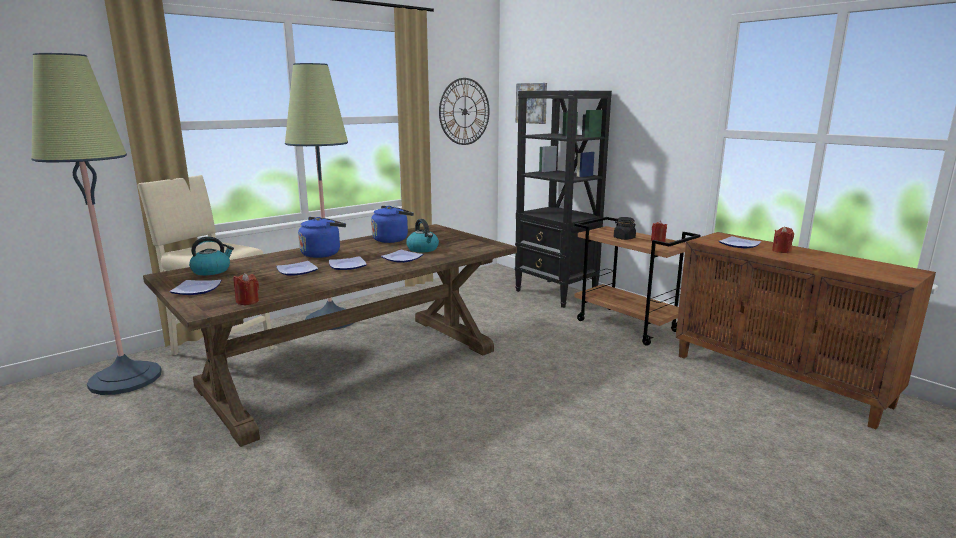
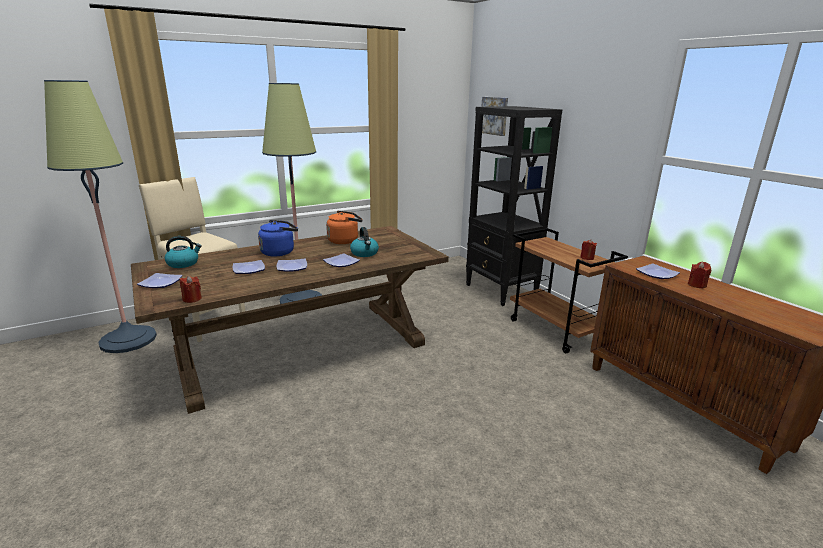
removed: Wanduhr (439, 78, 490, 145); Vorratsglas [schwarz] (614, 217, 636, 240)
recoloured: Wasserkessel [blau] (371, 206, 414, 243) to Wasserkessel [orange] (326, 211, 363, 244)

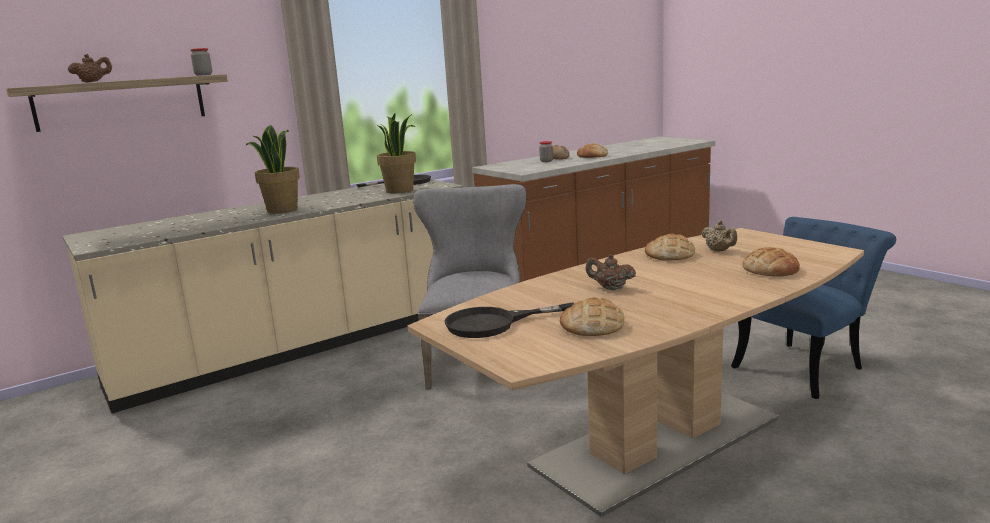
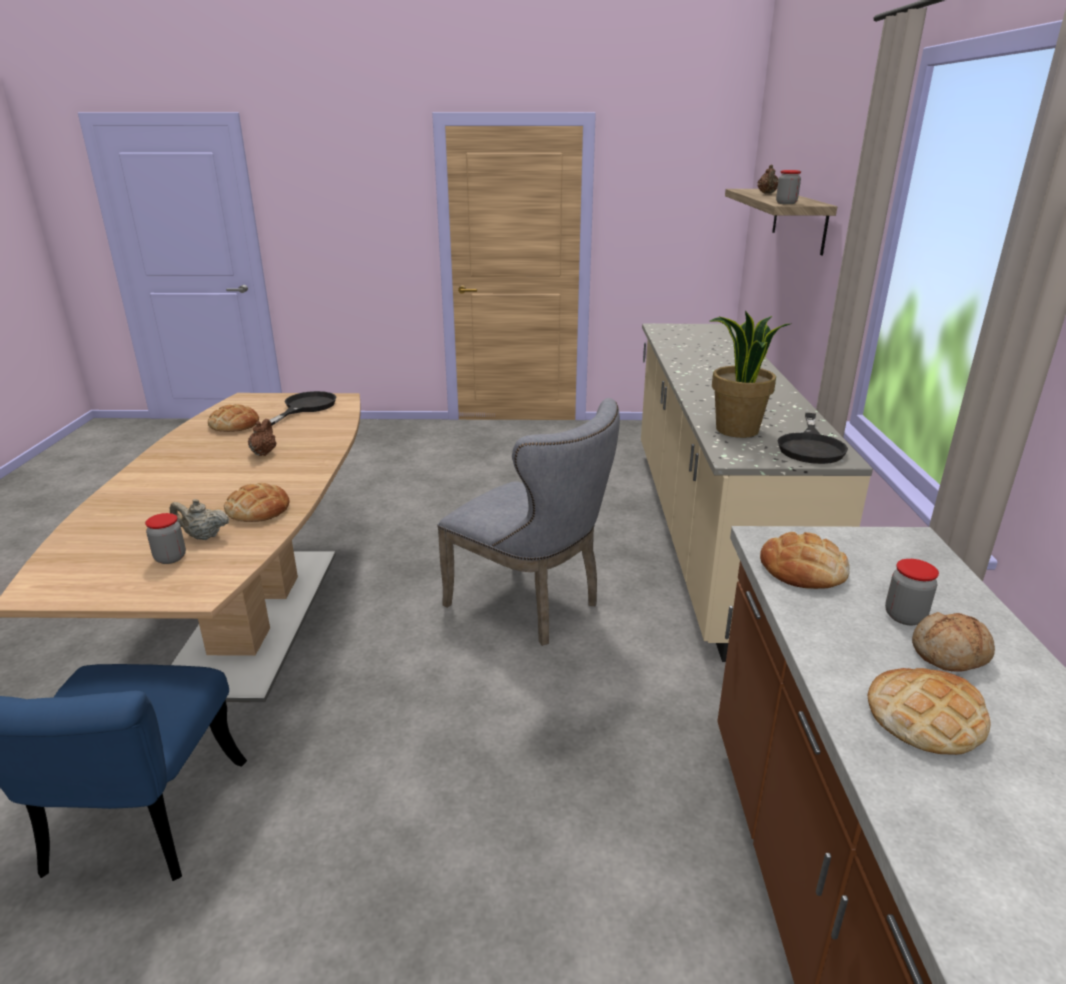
removed: Topfpflanze (246, 125, 300, 214)
added: Vorratsglas (145, 513, 186, 564)
moved: Brot (742, 247, 800, 276) to (760, 532, 850, 589)
turned: Teekanne [braun] (586, 254, 636, 290) = (248, 419, 276, 456) 60 degrees counterclockwise

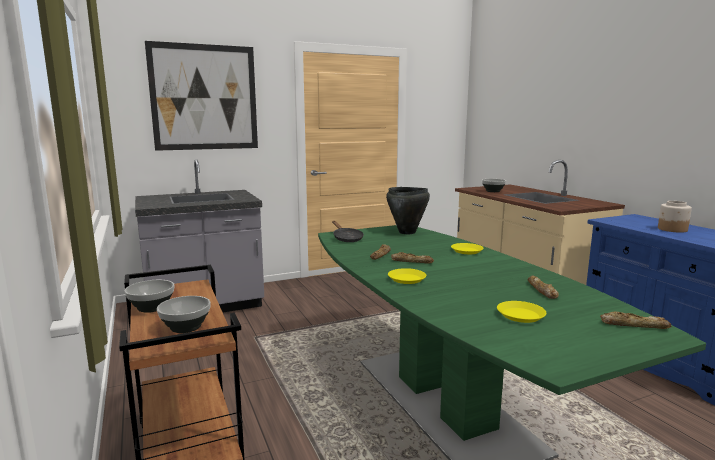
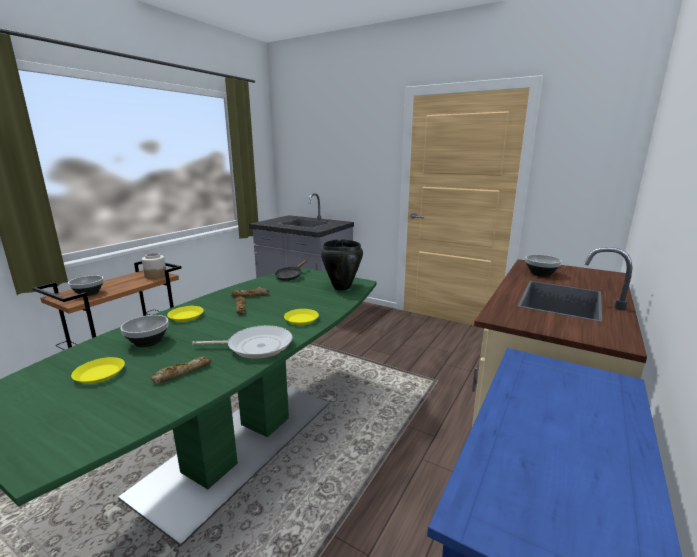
removed: Bild (145, 41, 258, 151); Brot (600, 312, 671, 329)
added: Pfanne (192, 325, 292, 359)
moved: Schüssel (125, 280, 174, 313) to (120, 315, 168, 347); Vorratsglas (658, 201, 692, 233) to (142, 253, 166, 279)

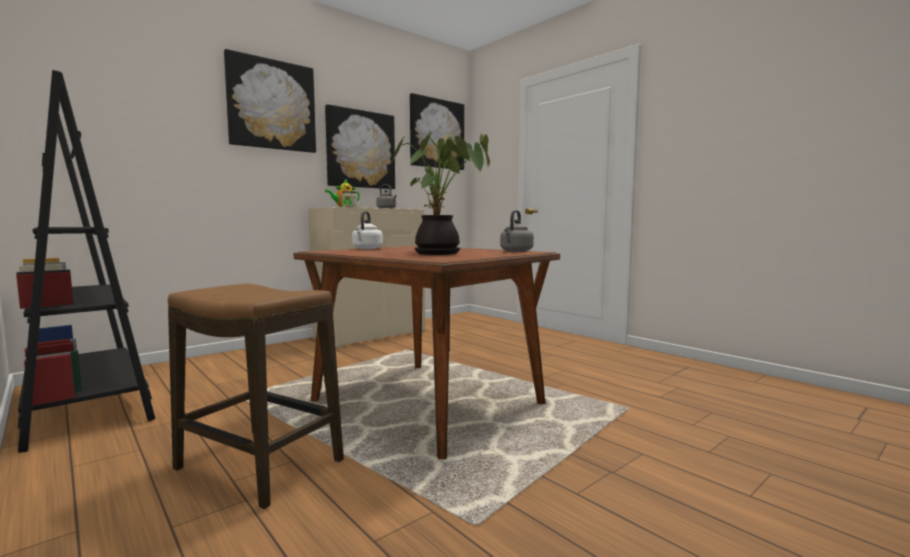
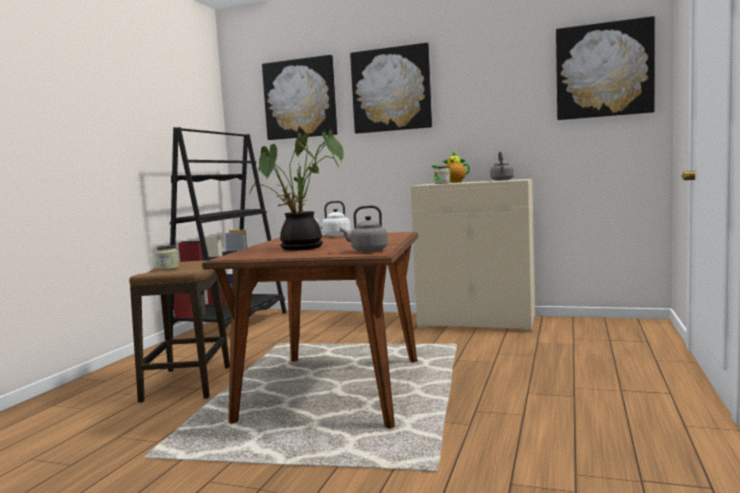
added: Vorratsglas (156, 245, 179, 269)
moved: Bild (325, 104, 395, 189) to (262, 55, 337, 140)

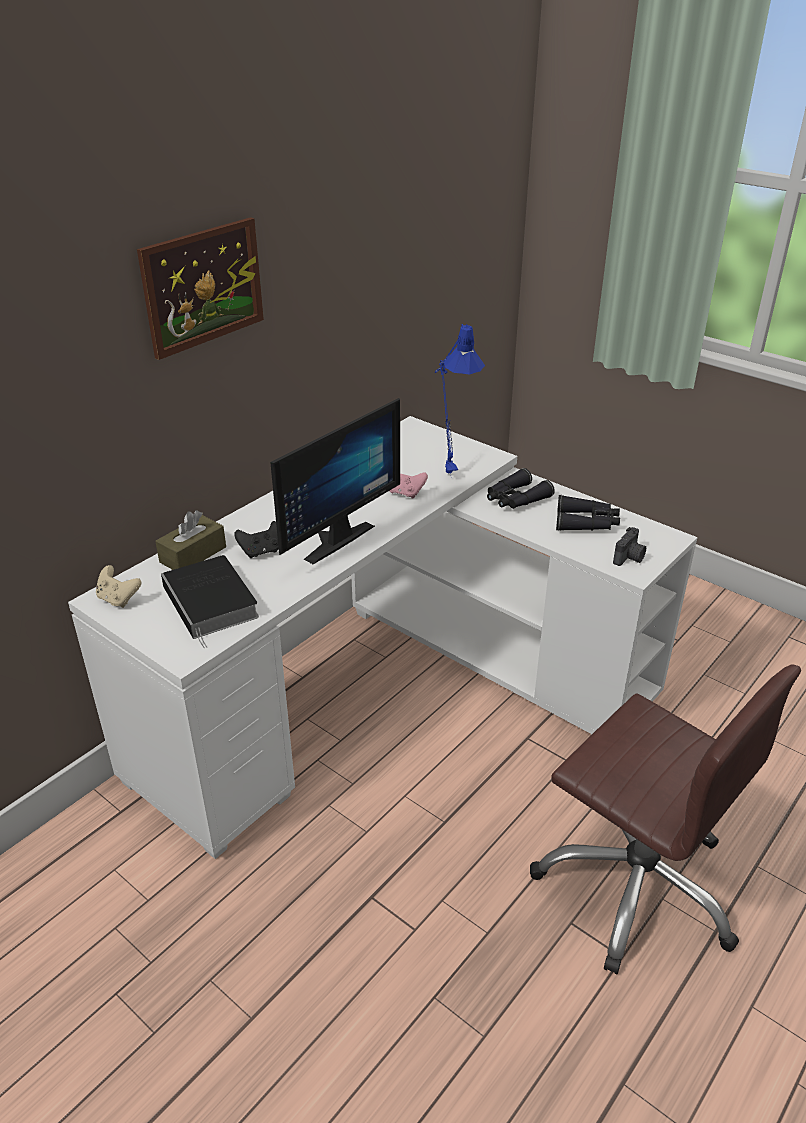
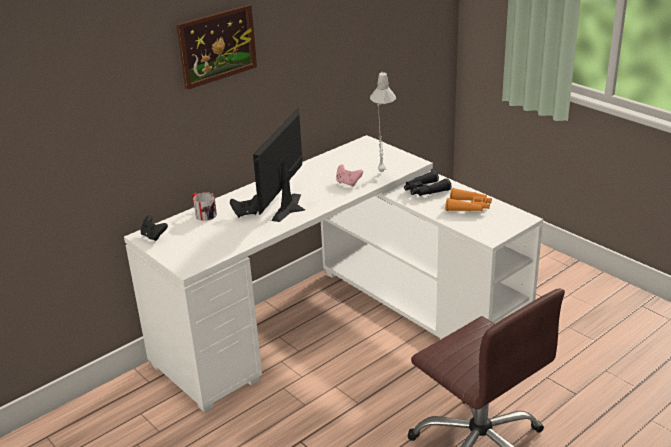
removed: Buch (161, 555, 259, 648); Kamera (613, 527, 646, 566)
replaced: Taschentuchbox [braun] (155, 510, 226, 570) to Henkelbecher (192, 192, 217, 221)
recoloured: Gamepad [beige] (96, 565, 142, 608) to Gamepad [schwarz] (141, 215, 168, 241); Tischlampe [blau] (435, 324, 485, 474) to Tischlampe [grau] (370, 72, 396, 172); Fernglas [schwarz] (556, 495, 620, 531) to Fernglas [orange] (445, 188, 492, 211)
turned: Monitor (270, 398, 400, 564) = (253, 108, 305, 222) 150 degrees clockwise

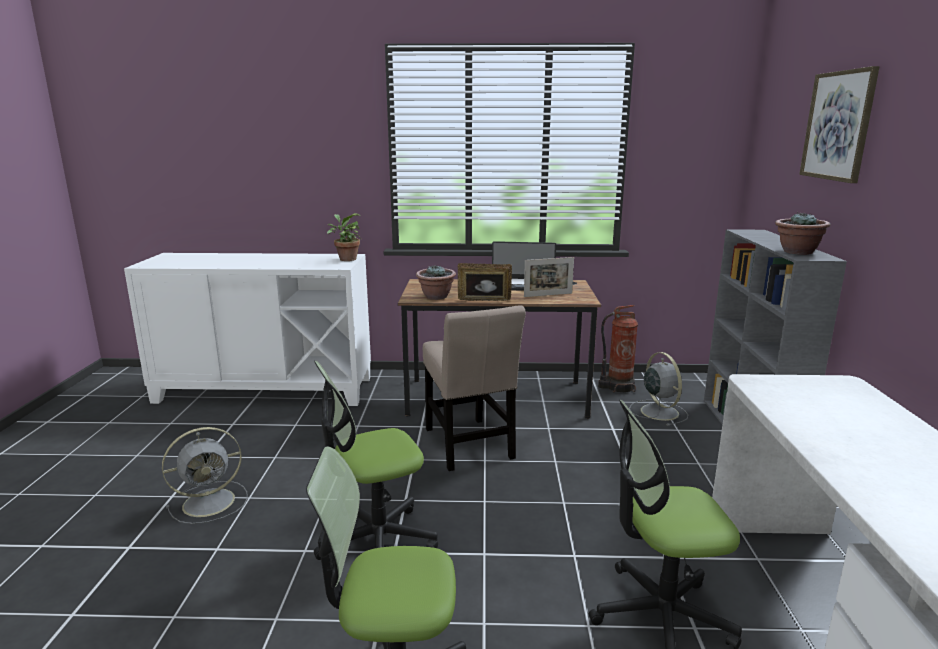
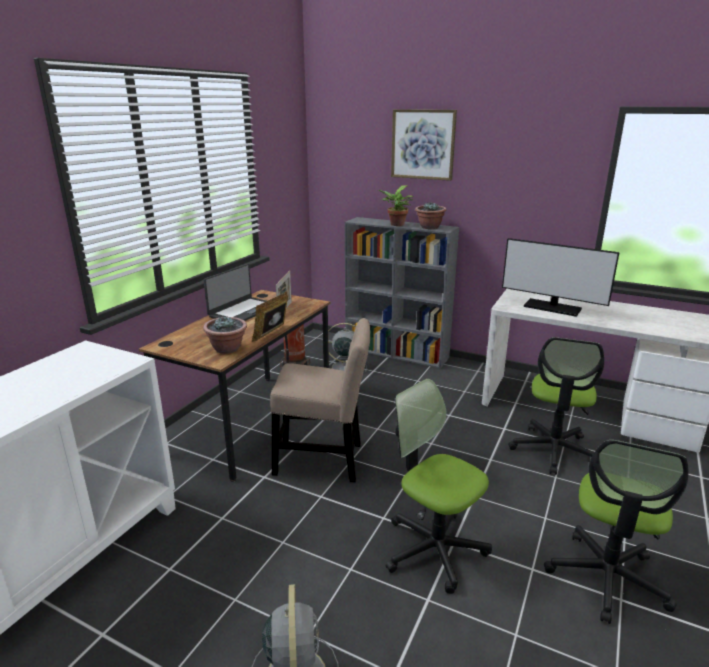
added: Monitor (502, 238, 620, 317)
moved: Topfpflanze (327, 213, 362, 261) to (378, 185, 414, 226)
turned: Bürostuhl (314, 361, 438, 560) = (385, 378, 492, 594) 135 degrees clockwise

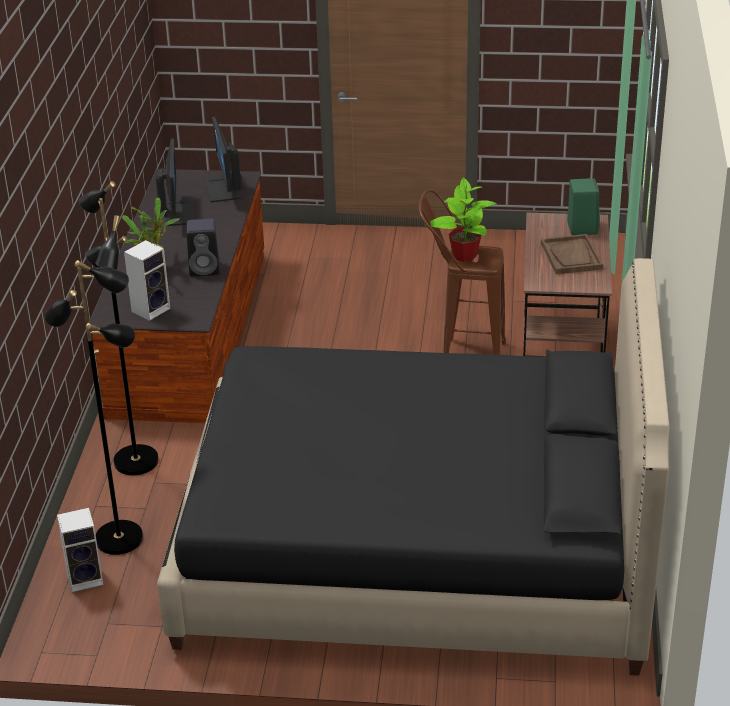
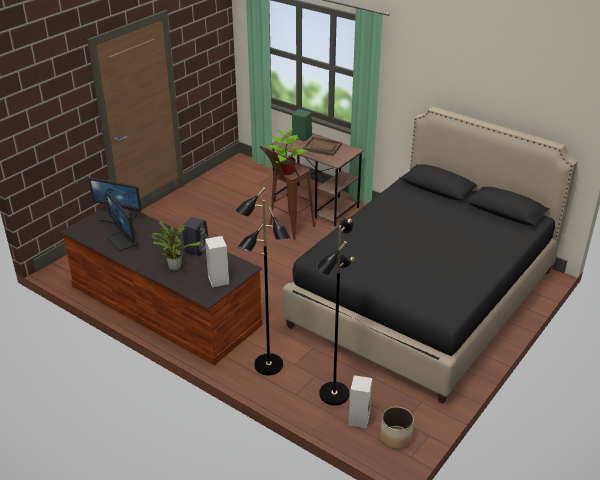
added: Pflanzkübel (380, 407, 414, 449)
turned: Monitor (156, 139, 194, 226) = (105, 192, 138, 251) 150 degrees counterclockwise

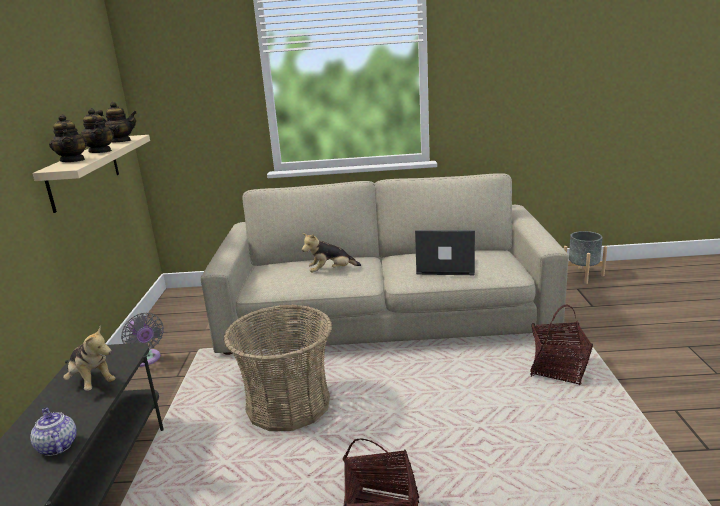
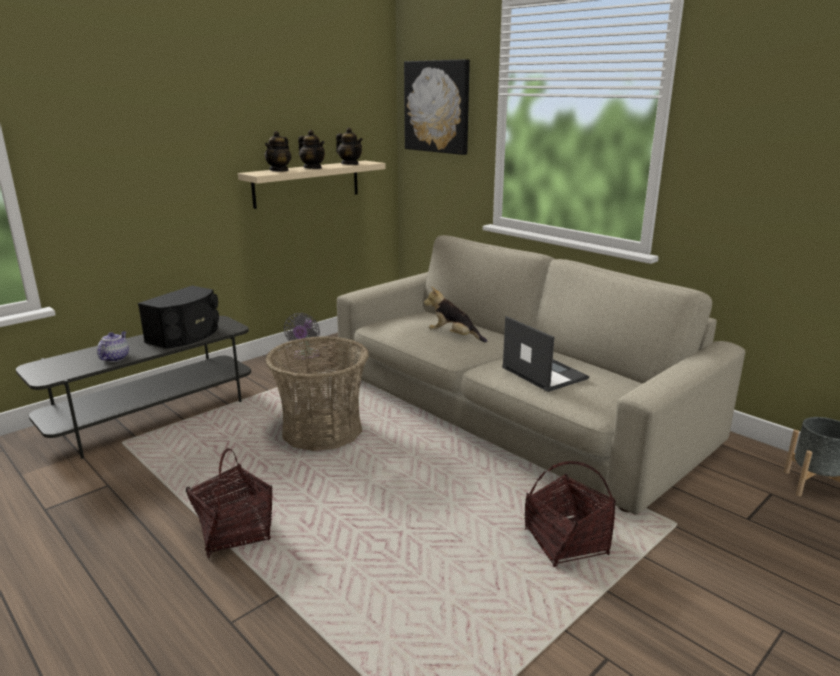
added: Bild (404, 59, 470, 155)
replaced: Plüschtier (63, 326, 115, 391) to Lautsprecher [schwarz] (138, 286, 219, 349)
turned: Teekanne (80, 108, 114, 153) = (298, 130, 325, 169) 60 degrees counterclockwise

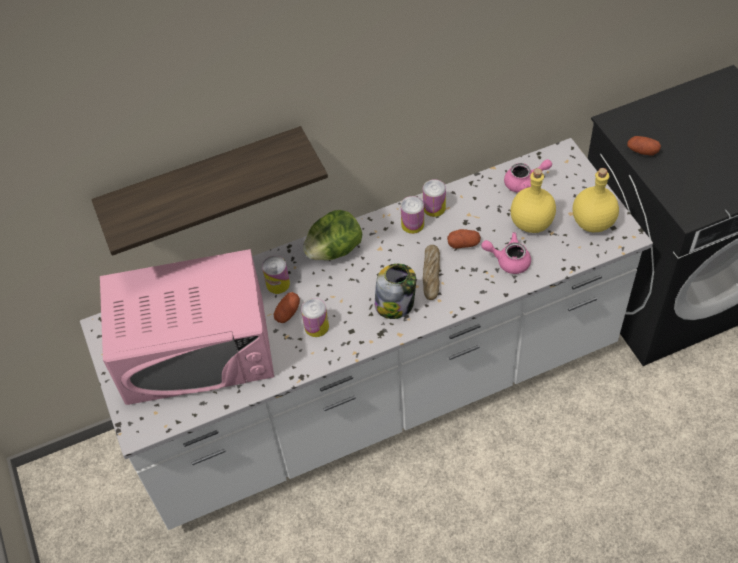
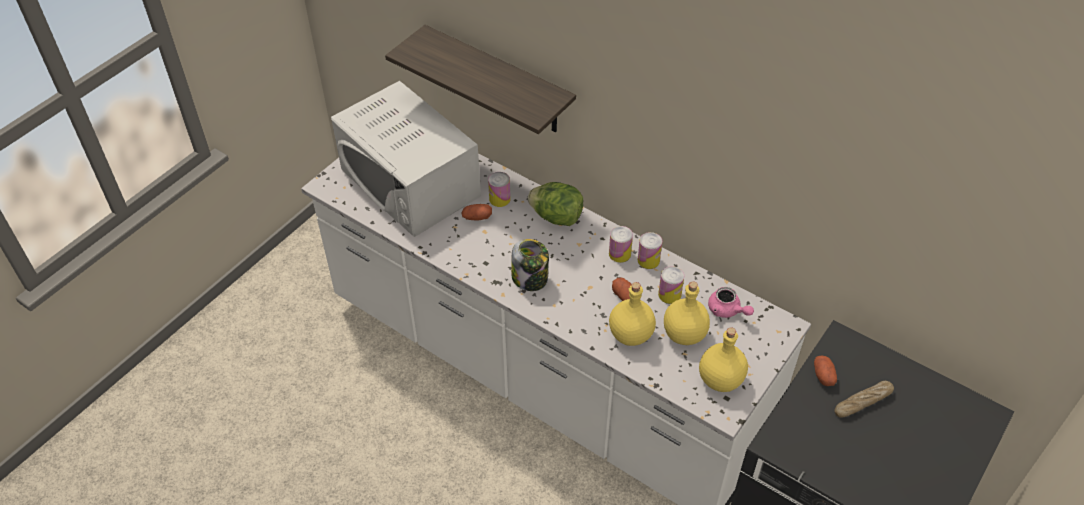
moved: Dose (301, 298, 329, 337) to (658, 266, 684, 304); Brot (423, 245, 440, 300) to (834, 381, 894, 418)
replaced: Teekanne [rosa] (481, 232, 531, 274) to Flasche [gelb] (609, 282, 656, 346)
recoloured: Mikrowelle [rosa] (100, 249, 274, 405) to Mikrowelle [weiß] (331, 81, 481, 237)

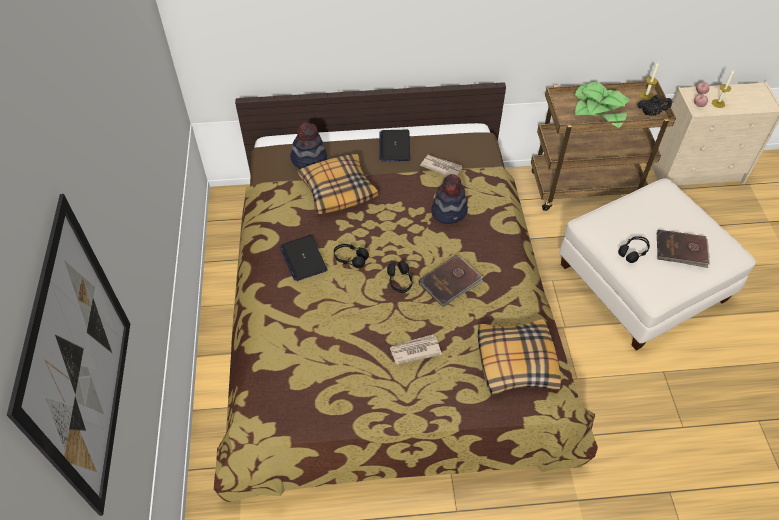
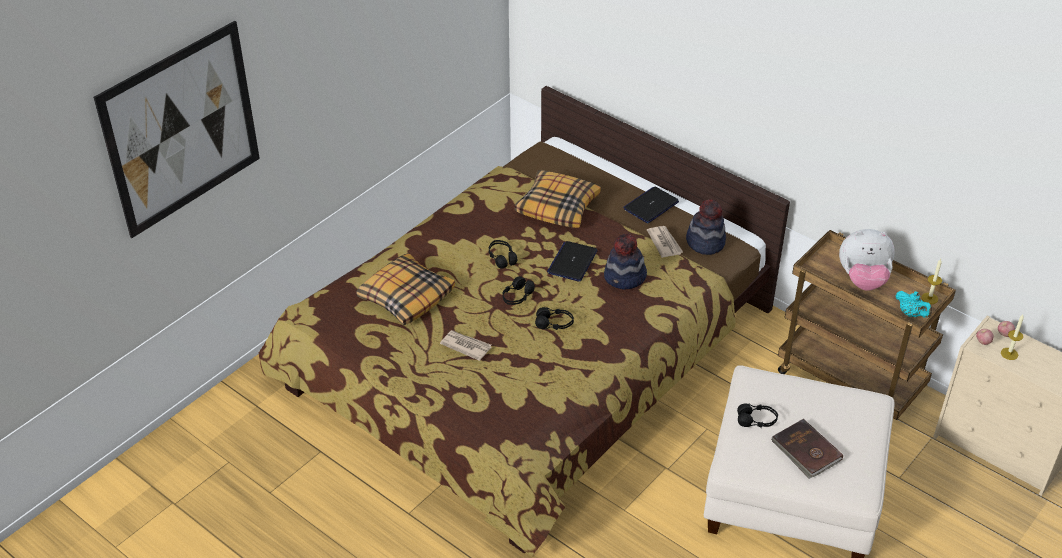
moved: Laptop (280, 235, 328, 281) to (547, 241, 598, 282); Hut (290, 122, 327, 169) to (686, 199, 726, 255); Kissen (478, 319, 561, 395) to (356, 253, 455, 325)
replaced: Buch [braun] (419, 255, 483, 307) to Kopfhörer [schwarz] (535, 307, 574, 330); Topfpflanze (575, 82, 630, 128) to Plüschtier (839, 229, 895, 291)
recoloured: Teekanne [schwarz] (637, 95, 672, 116) to Teekanne [türkis] (896, 291, 932, 318)

